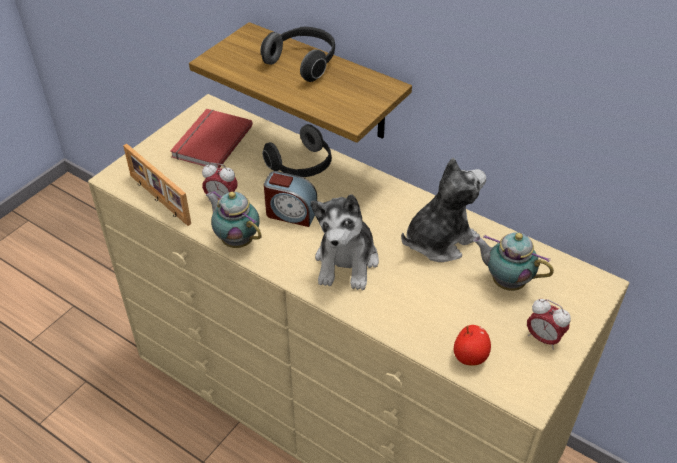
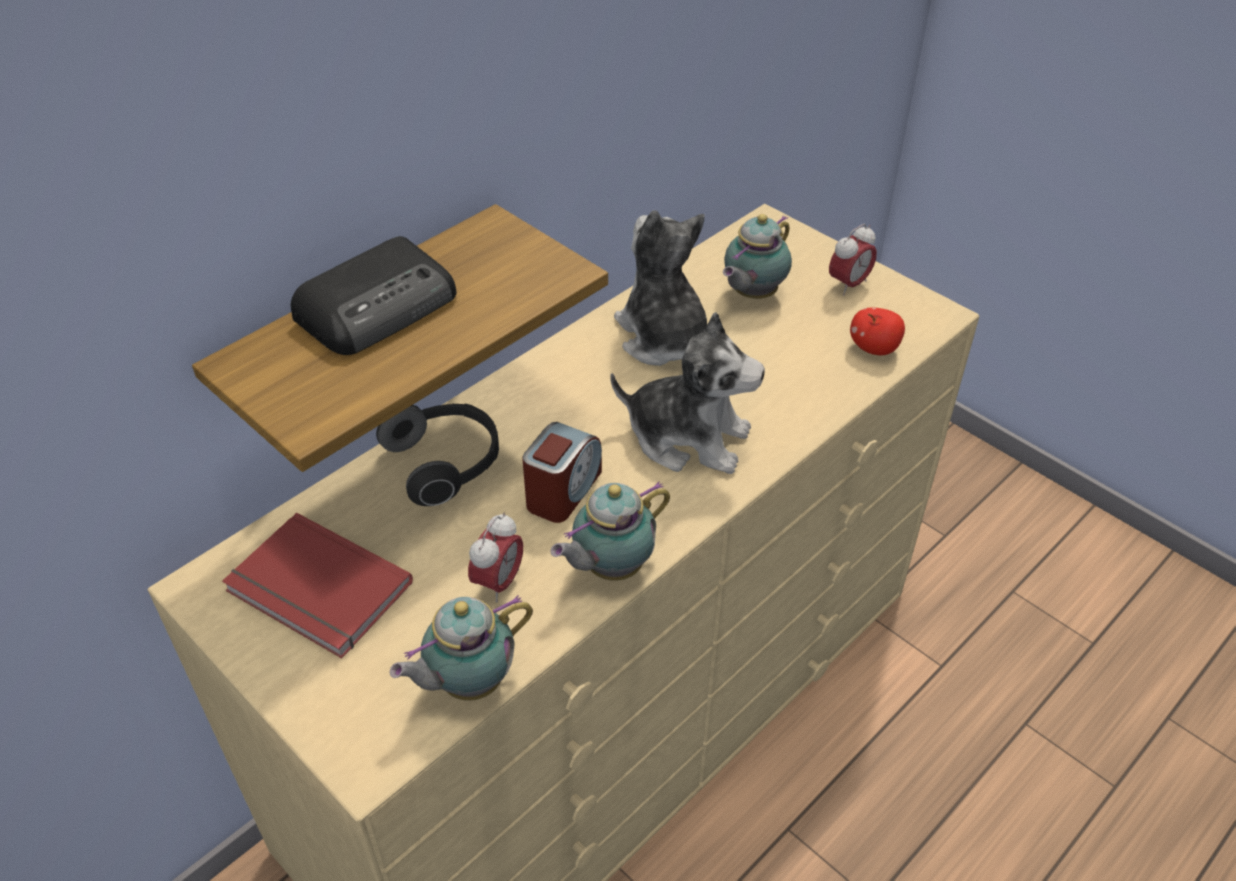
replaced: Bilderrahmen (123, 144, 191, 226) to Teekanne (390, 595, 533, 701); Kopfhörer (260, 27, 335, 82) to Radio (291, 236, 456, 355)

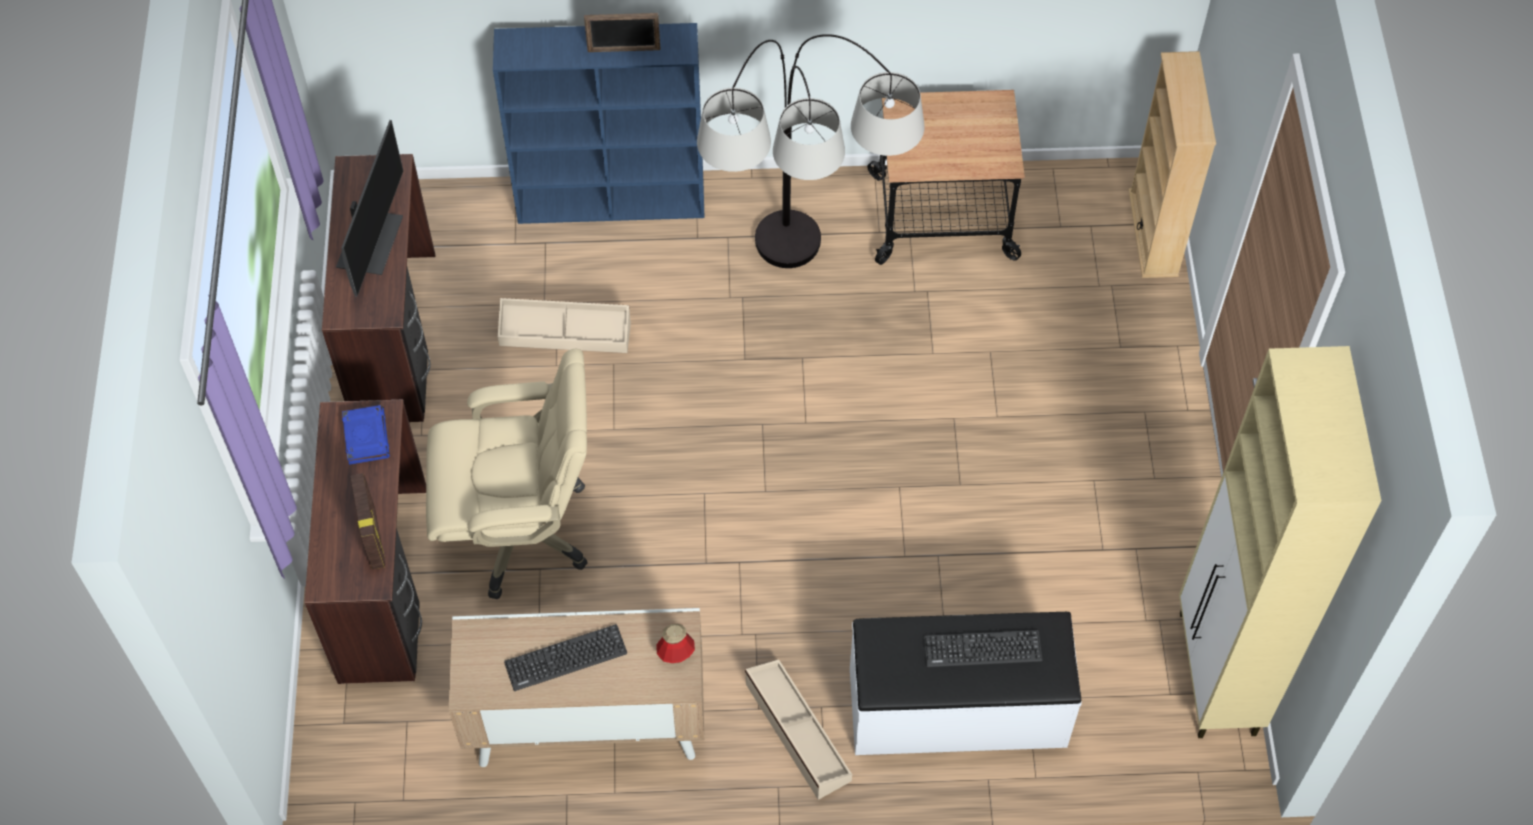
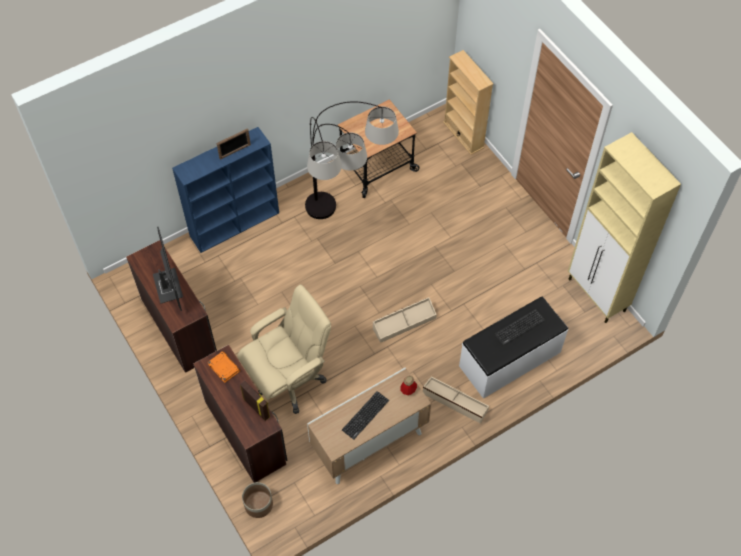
added: Pflanzkübel (242, 482, 273, 518)
moved: Aufbewahrungsbox [beige] (498, 298, 631, 353) to (373, 297, 437, 343)
recoloured: Buch [blau] (342, 405, 390, 465) to Buch [orange] (208, 351, 240, 383)

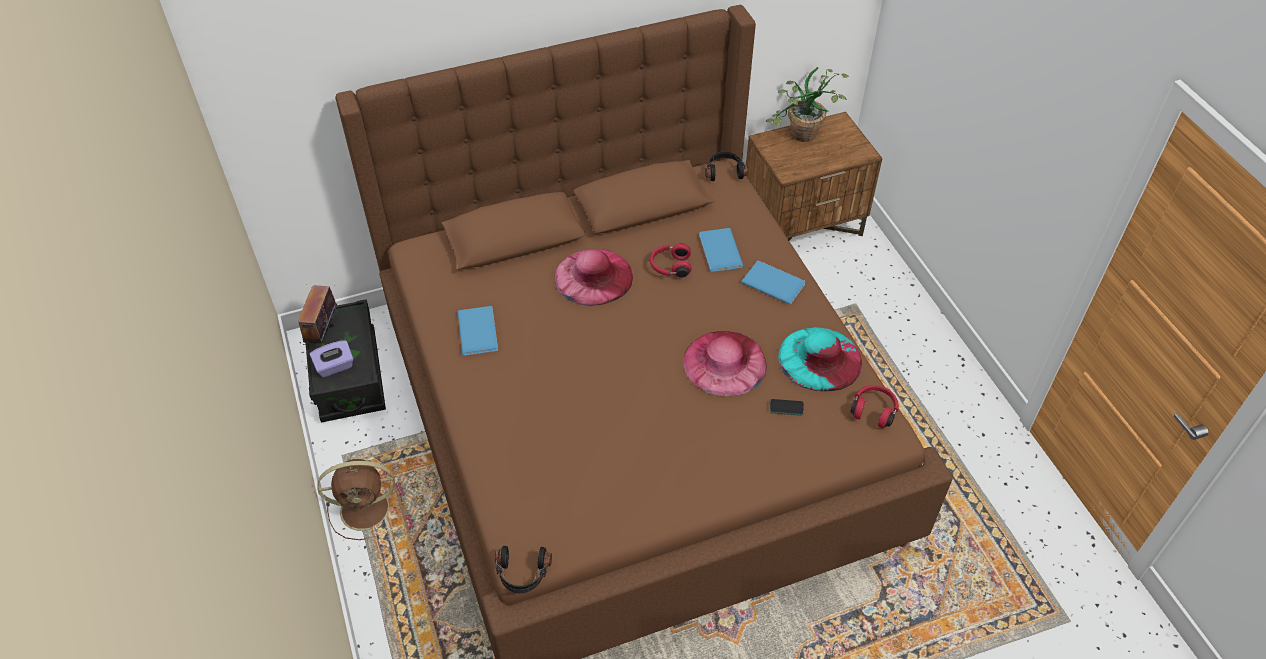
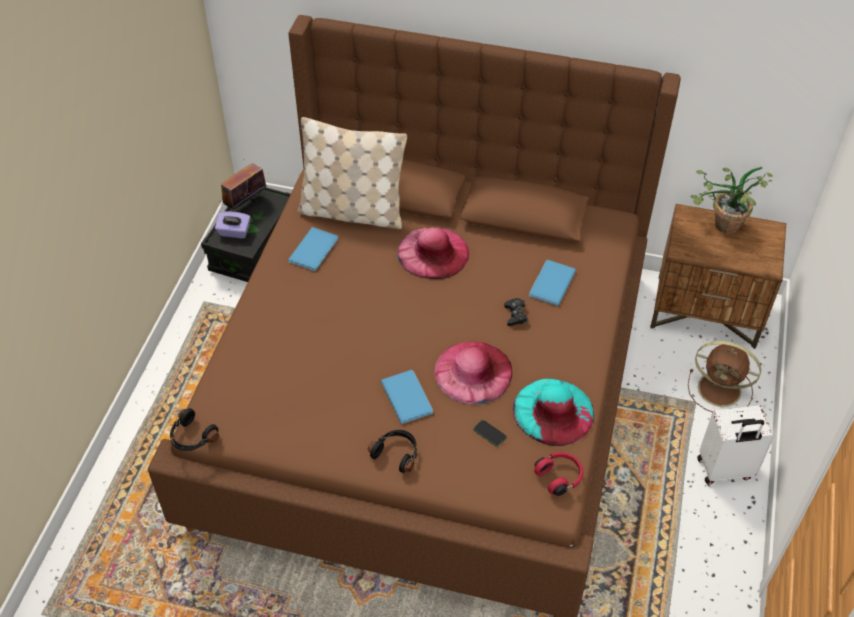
removed: Kopfhörer [rot] (650, 243, 692, 278)
added: Kissen [beige] (298, 117, 407, 229); Gamepad [schwarz] (504, 298, 528, 326); Koffer [weiß] (697, 405, 774, 484)
moved: Ventilator [braun] (317, 459, 402, 540) to (688, 341, 761, 412); Kopfhörer [schwarz] (705, 151, 748, 181) to (368, 430, 418, 473); Buch [blau] (741, 261, 805, 305) to (381, 370, 433, 424)

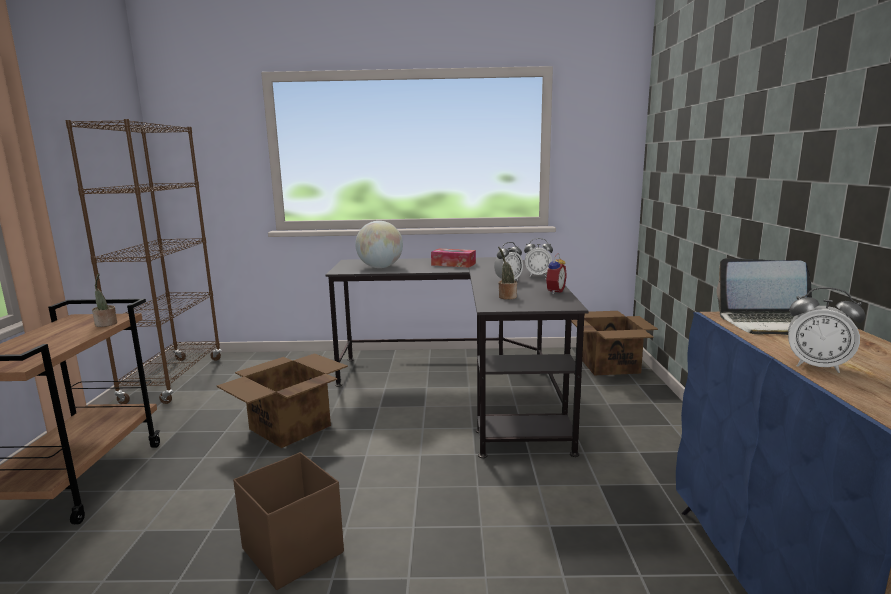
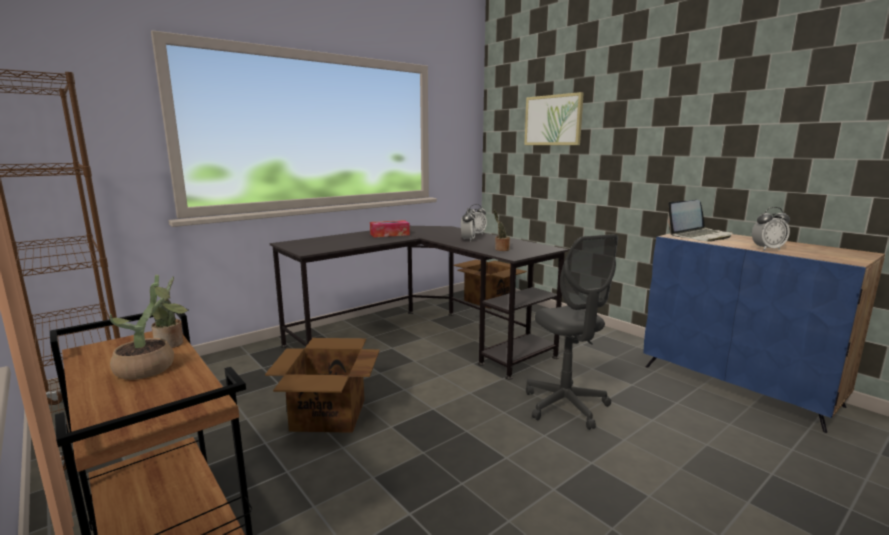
removed: Aufbewahrungsbox [braun] (233, 452, 344, 590); Globus (355, 221, 403, 268); Wecker (543, 253, 567, 294)
added: Topfpflanze (110, 275, 189, 380); Bild (524, 92, 584, 145); Bürostuhl [grau] (526, 234, 618, 430)

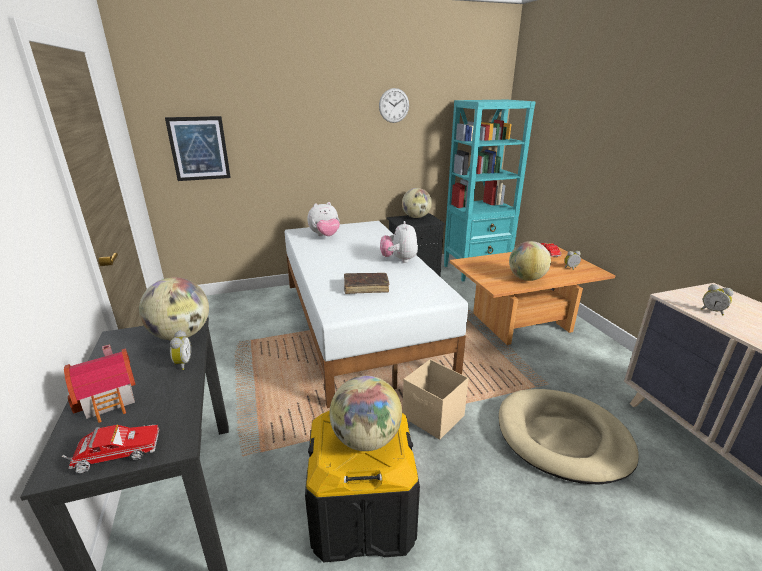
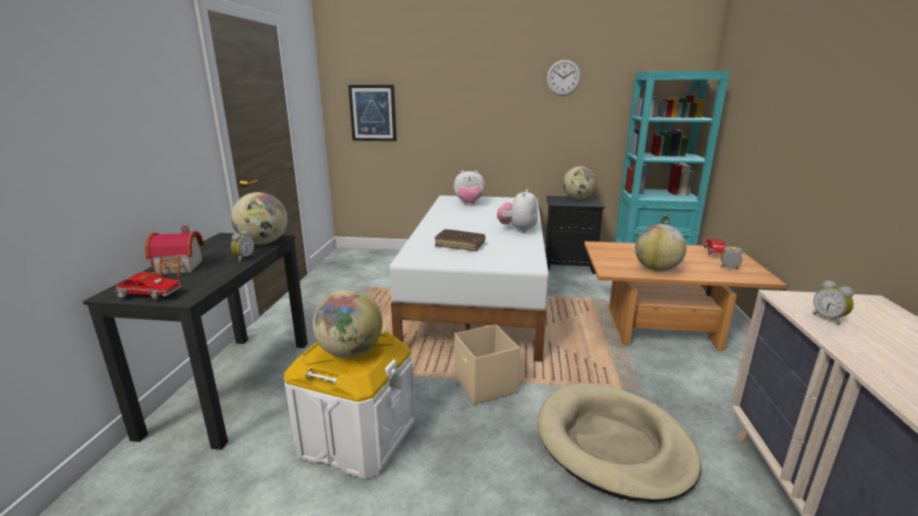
recoloured: Aufbewahrungsbox [schwarz] (305, 410, 420, 562) to Aufbewahrungsbox [weiß] (284, 331, 415, 479)

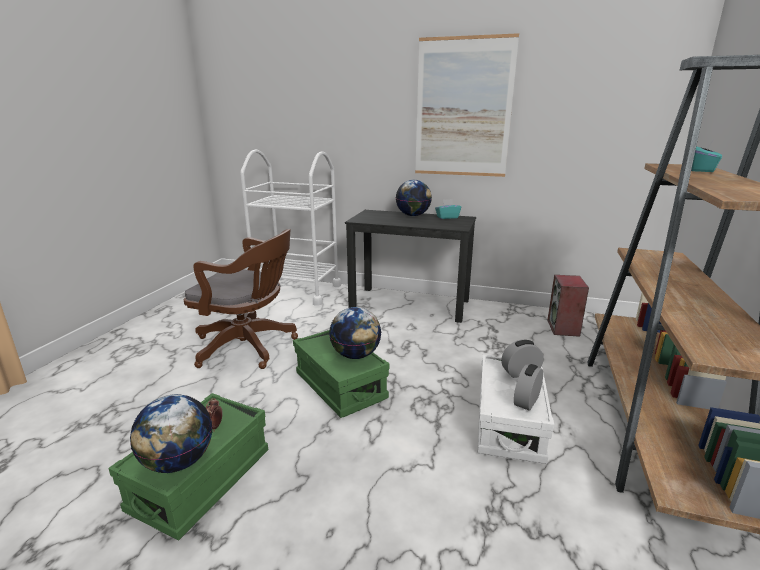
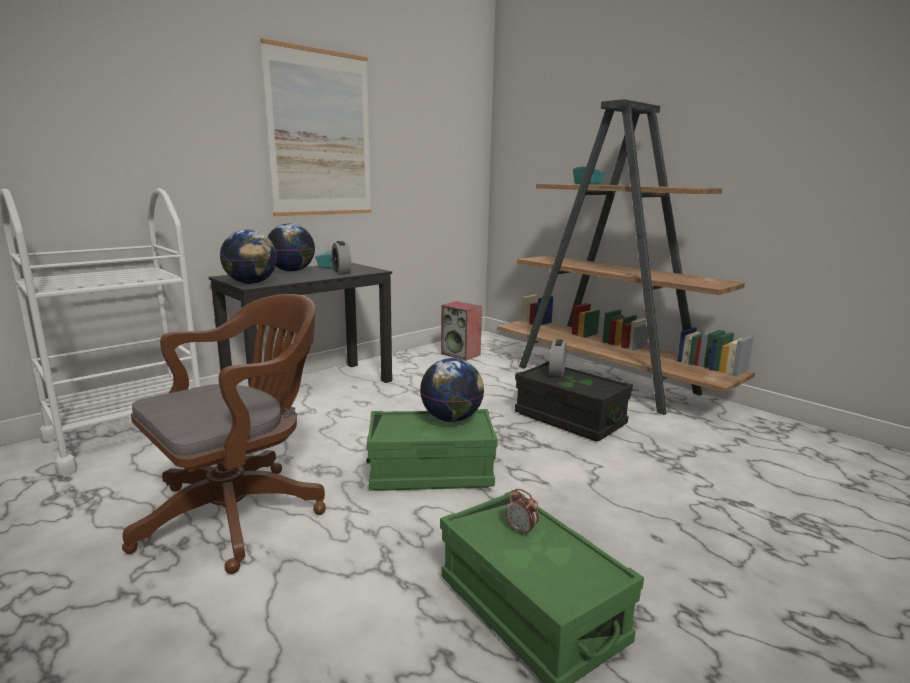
moved: Globus (130, 394, 212, 473) to (220, 230, 277, 284); Wecker (514, 364, 543, 411) to (332, 241, 351, 275)
recoloured: Aufbewahrungsbox [weiß] (478, 355, 554, 464) to Aufbewahrungsbox [schwarz] (515, 361, 633, 441)

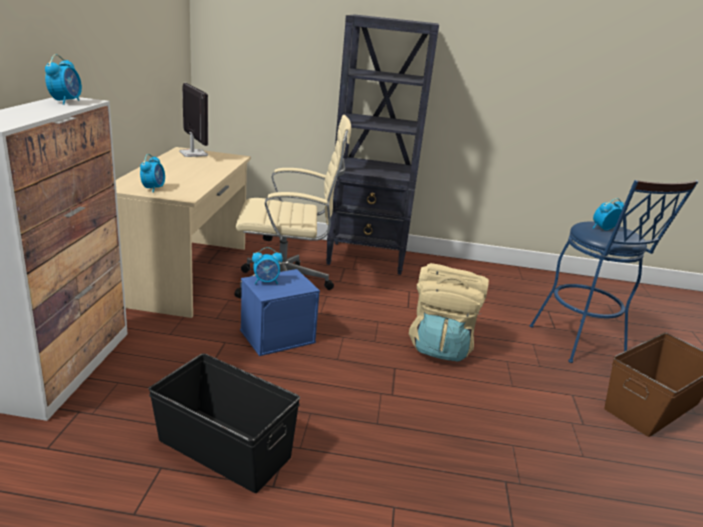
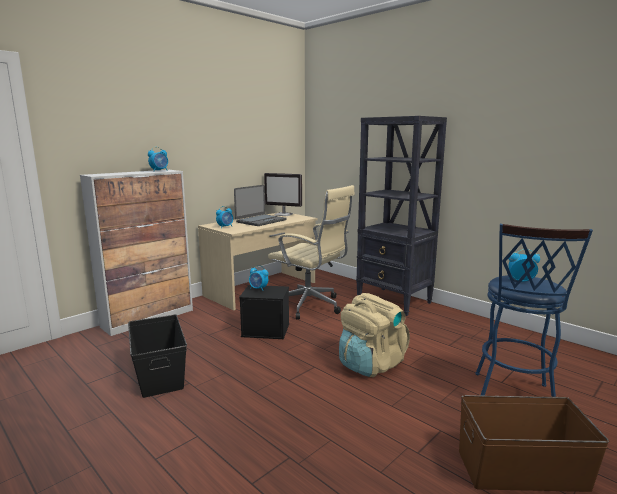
added: Laptop (234, 185, 287, 226)
recoloured: Aufbewahrungsbox [blau] (240, 269, 320, 356) to Aufbewahrungsbox [schwarz] (239, 285, 289, 339)
turned: Monitor (179, 83, 208, 157) = (264, 173, 302, 216) 105 degrees clockwise

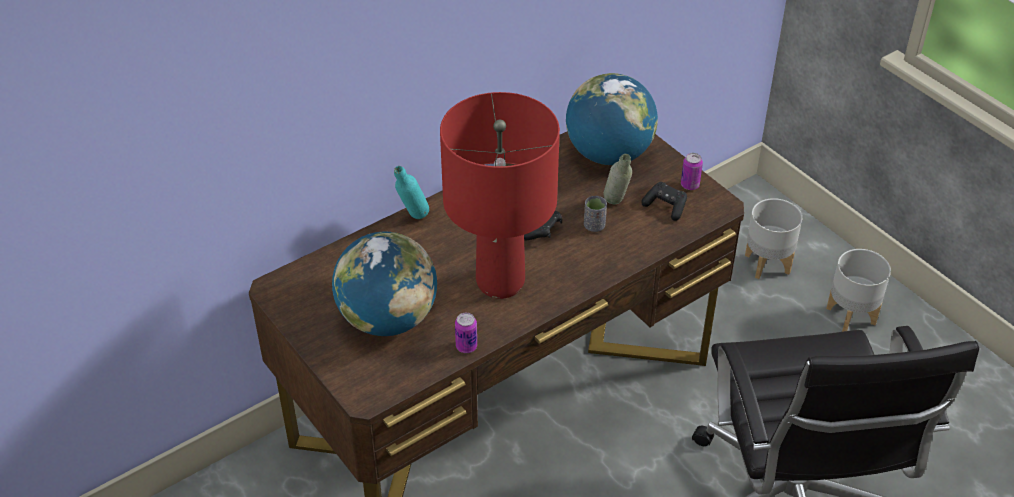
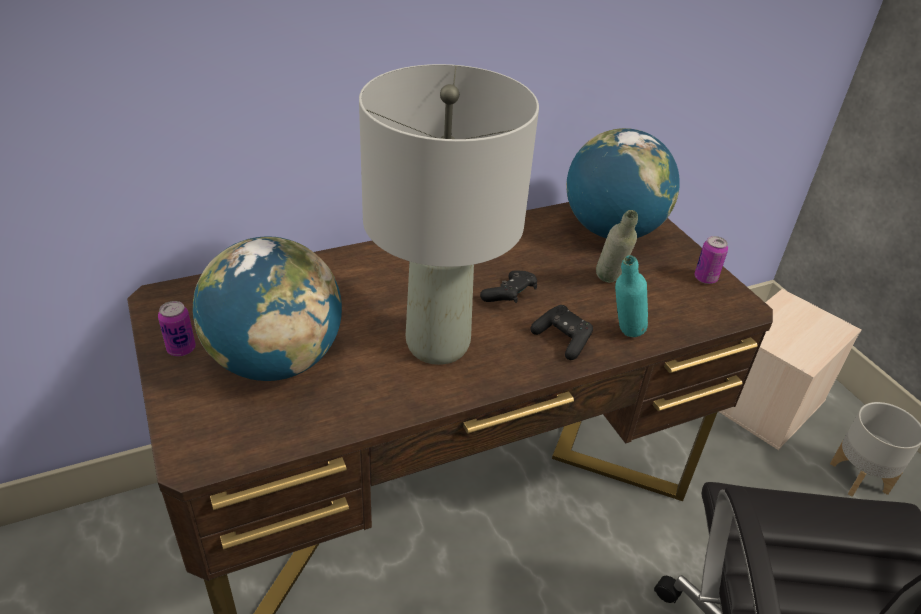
removed: Tasse [grau] (584, 196, 607, 232)
moved: Flasche [türkis] (394, 166, 429, 219) to (615, 255, 648, 337); Dose (455, 313, 477, 353) to (158, 301, 196, 356); Gamepad [schwarz] (641, 182, 687, 221) to (530, 305, 593, 360)
replaced: Pflanzkübel [grau] (745, 198, 802, 279) to Aufbewahrungsbox [beige] (719, 289, 862, 450)
recoloured: Tischlampe [rot] (440, 92, 560, 299) to Tischlampe [grau] (359, 64, 539, 365)

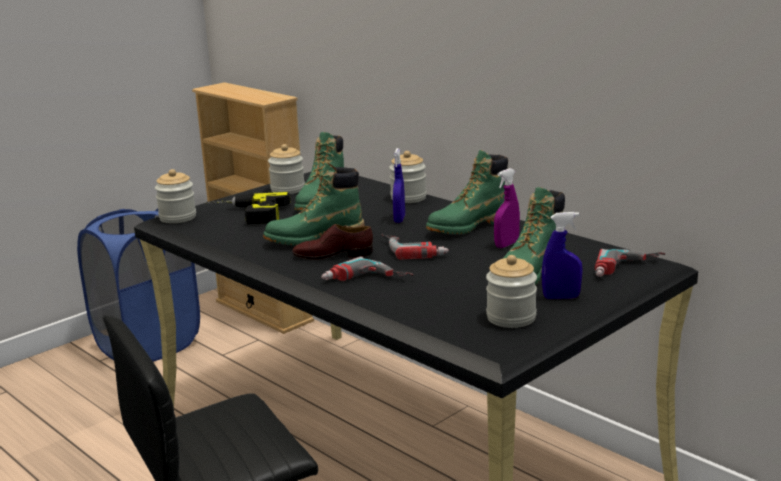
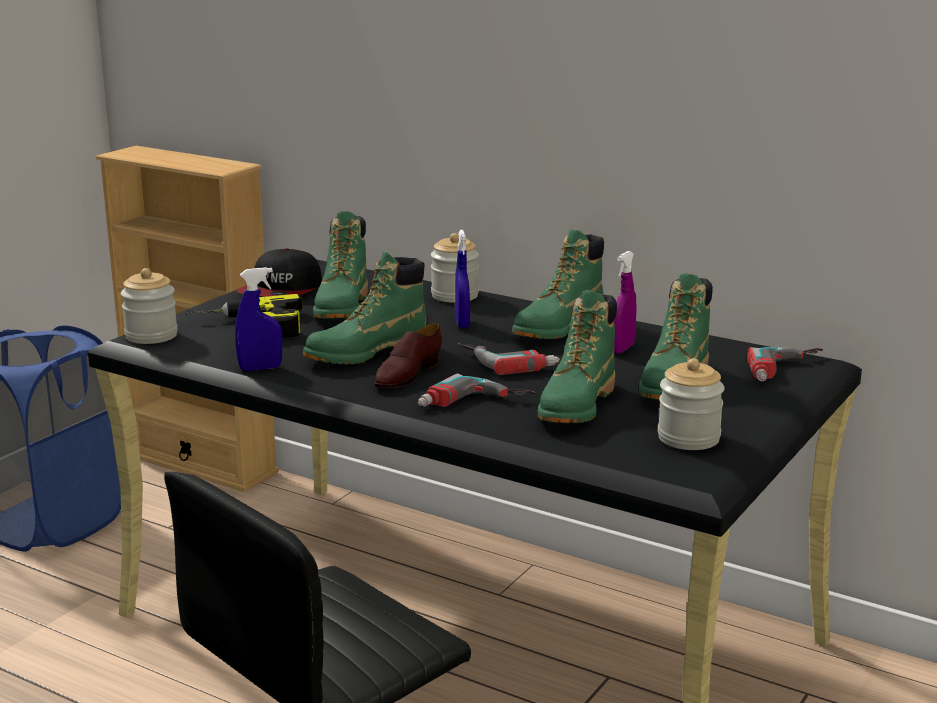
added: Stiefel [grün] (538, 290, 617, 423)
moved: Sprühflasche [blau] (542, 212, 583, 299) to (235, 267, 282, 371)
replaced: Vorratsglas (268, 144, 305, 194) to Kappe (237, 248, 322, 297)
turned: Schuh [braun] (292, 224, 373, 260) = (374, 323, 442, 388) 45 degrees counterclockwise

